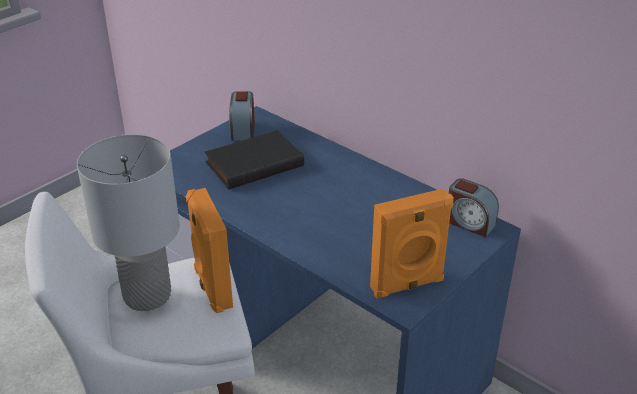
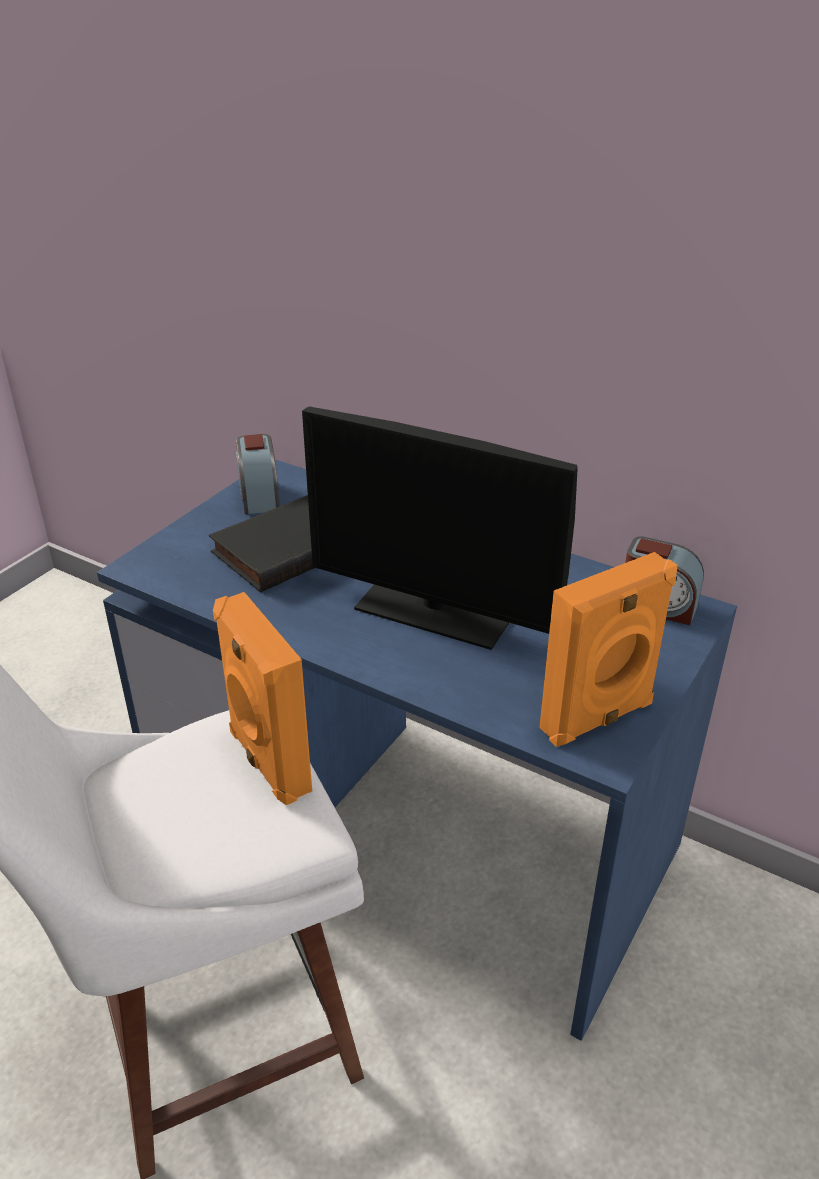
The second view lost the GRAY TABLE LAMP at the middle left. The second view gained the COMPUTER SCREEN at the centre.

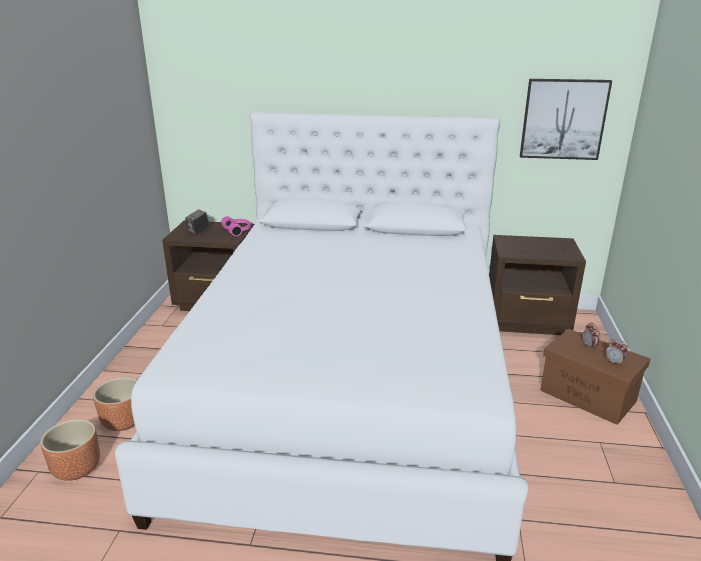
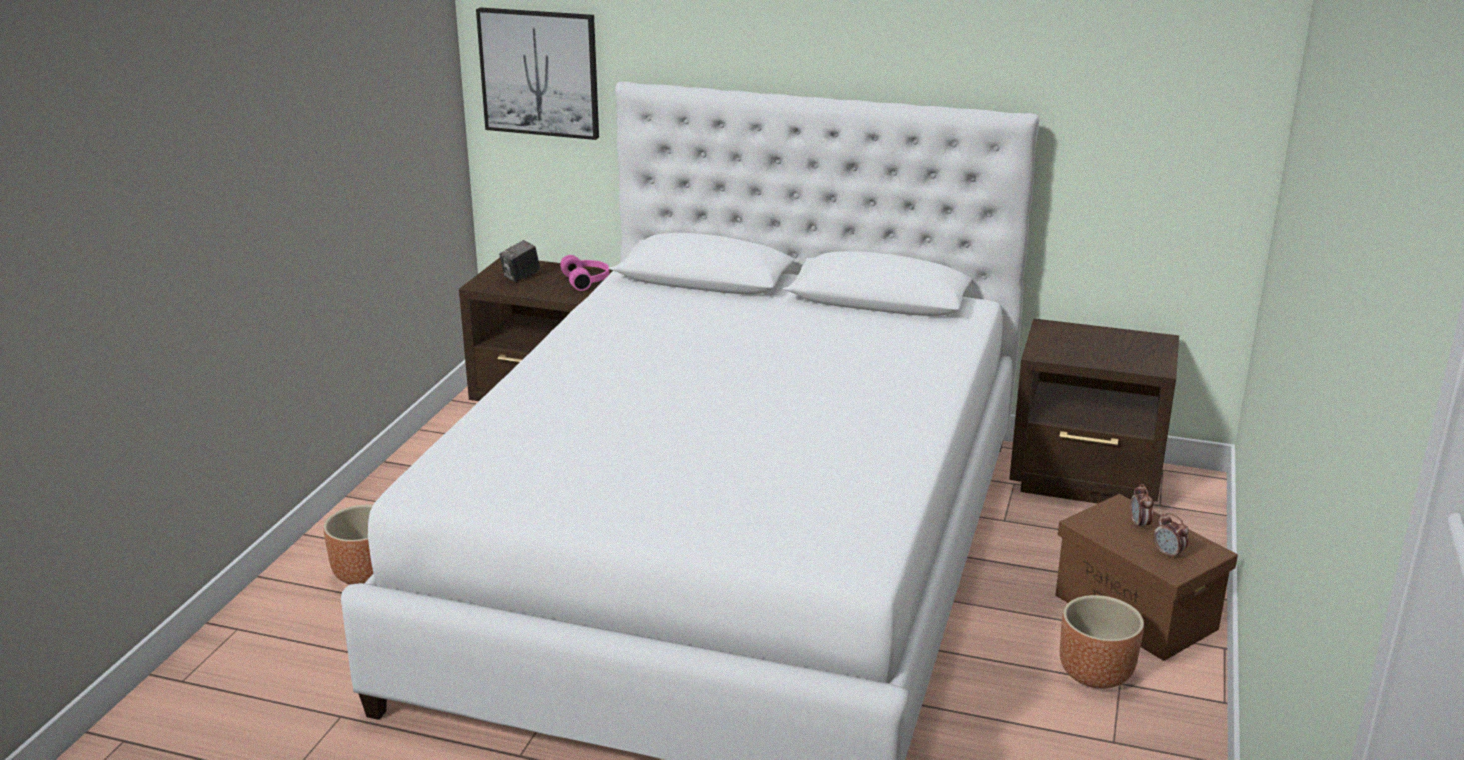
The BROWNISH FLOWER POT (no. 1 from left in the first image) ended up elsewhere, having gone from the bottom left to the bottom right. The PICTURE ended up elsewhere, having gone from the top right to the top centre.

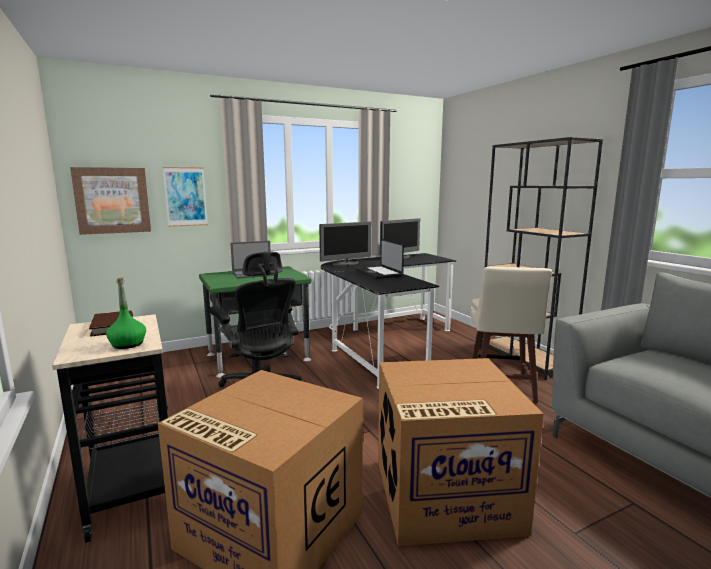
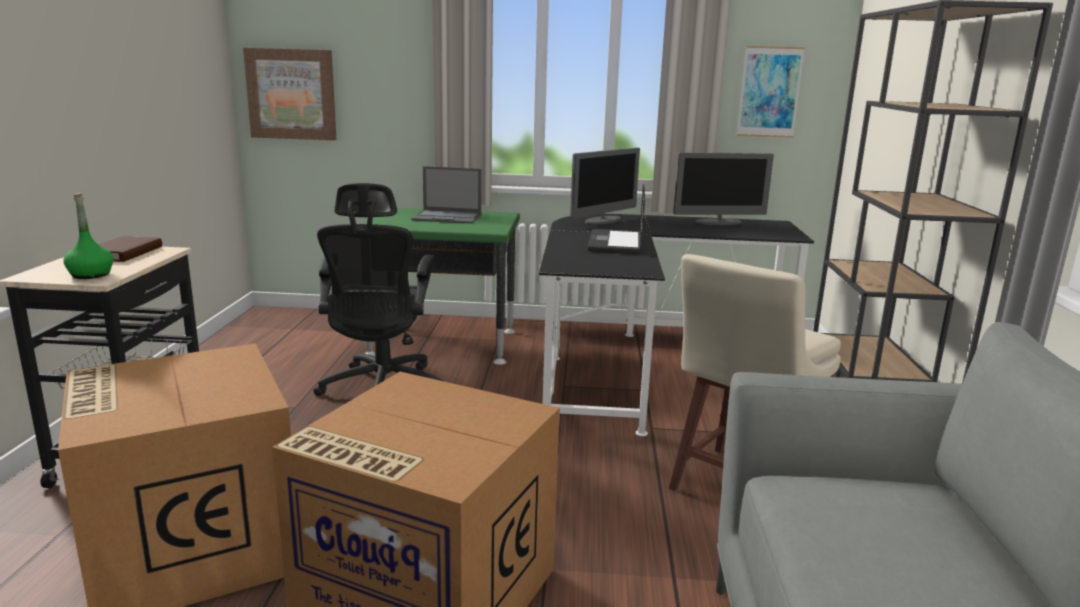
The PICTURE (no. 2 from left) ended up elsewhere, having gone from the middle left to the top right. The COMPUTER SCREEN (no. 1 from left) at the centre ended up facing another way, 45 degrees counterclockwise from before.

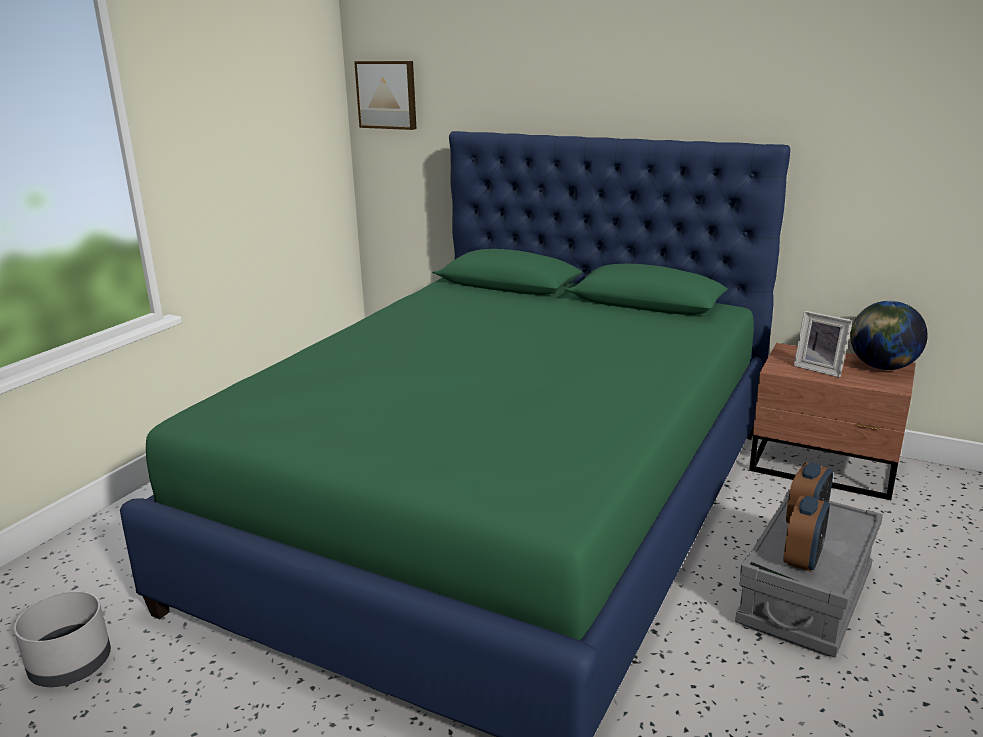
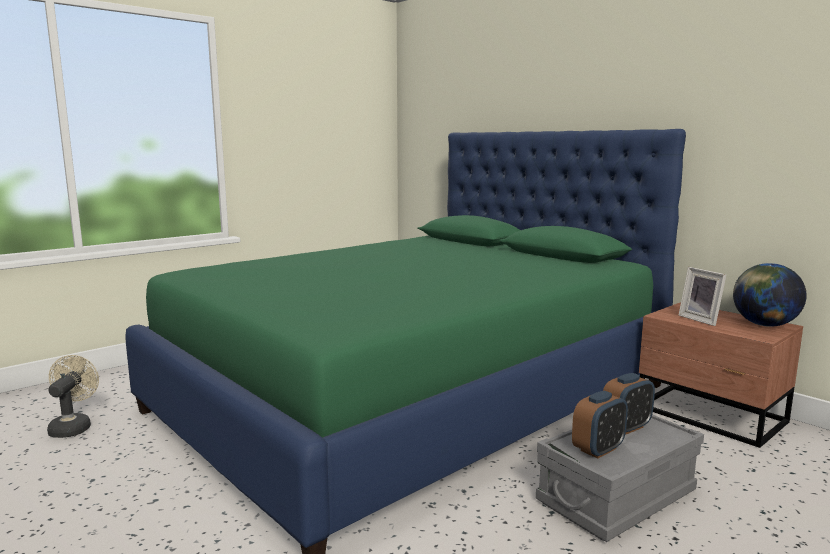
Where the GRAY FLOWER POT stood at the bottom left, the BEIGE-COLOURED COOLING FAN came to stand at the bottom left. The second view lost the PICTURE at the top centre.

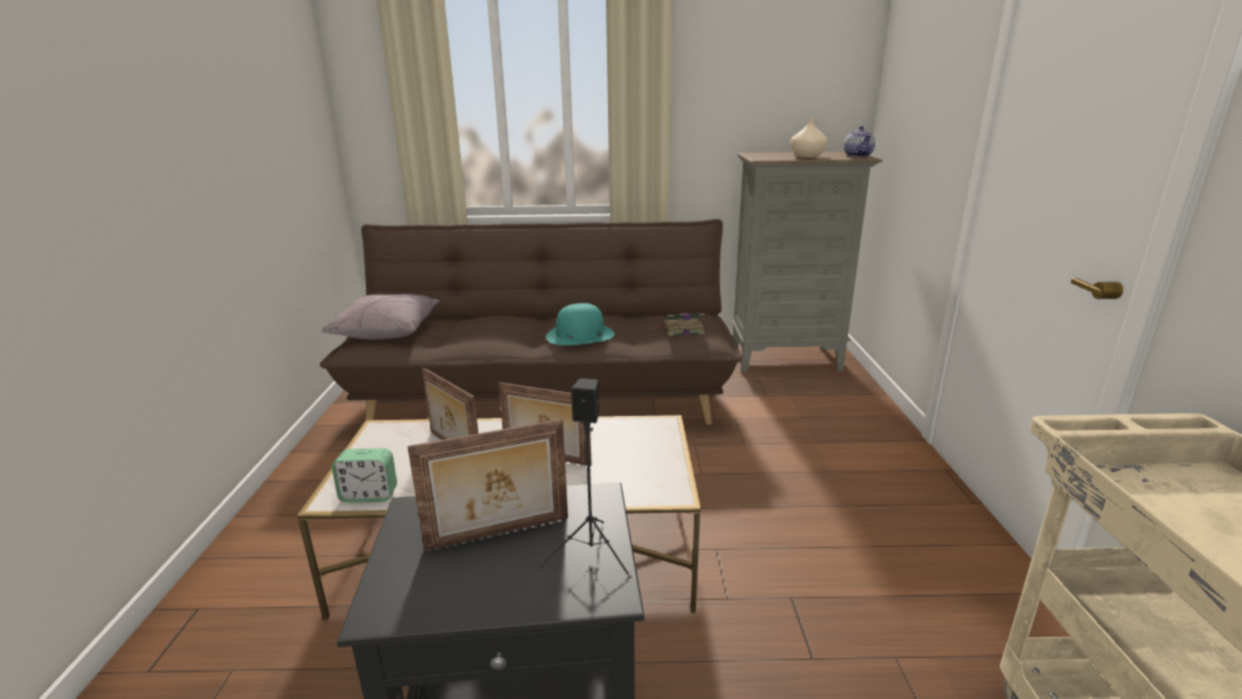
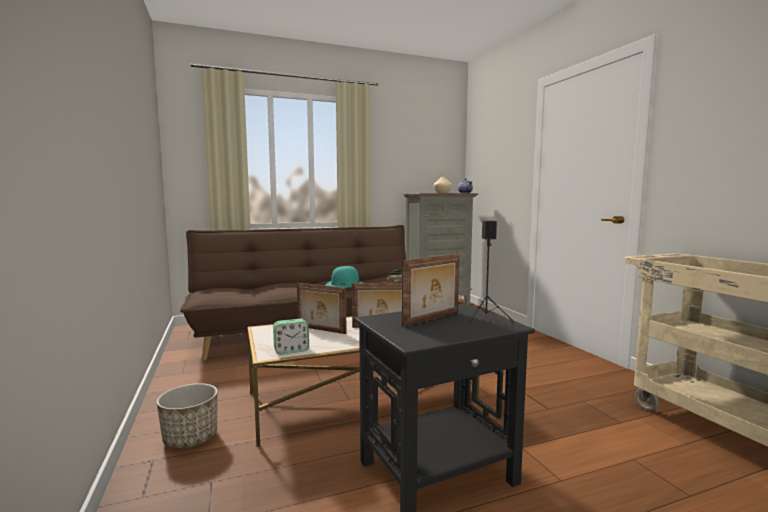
The second view lost the PURPLE PILLOW at the middle left. The second view gained the FLOWER POT at the bottom left.

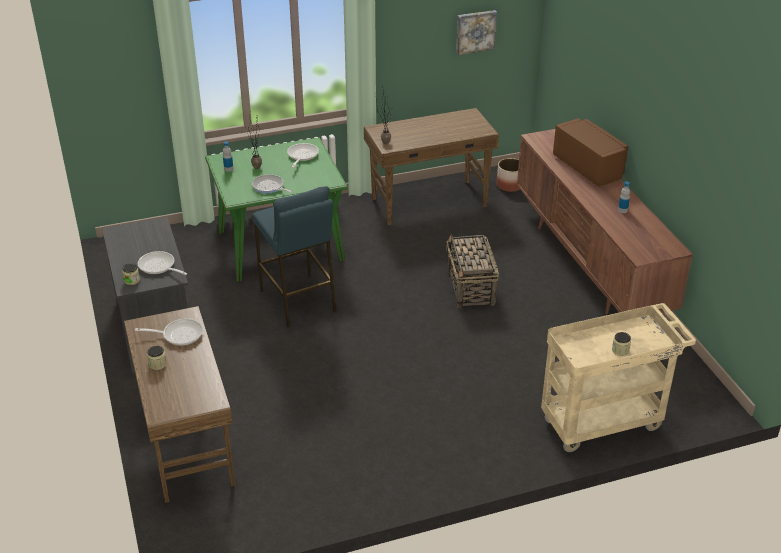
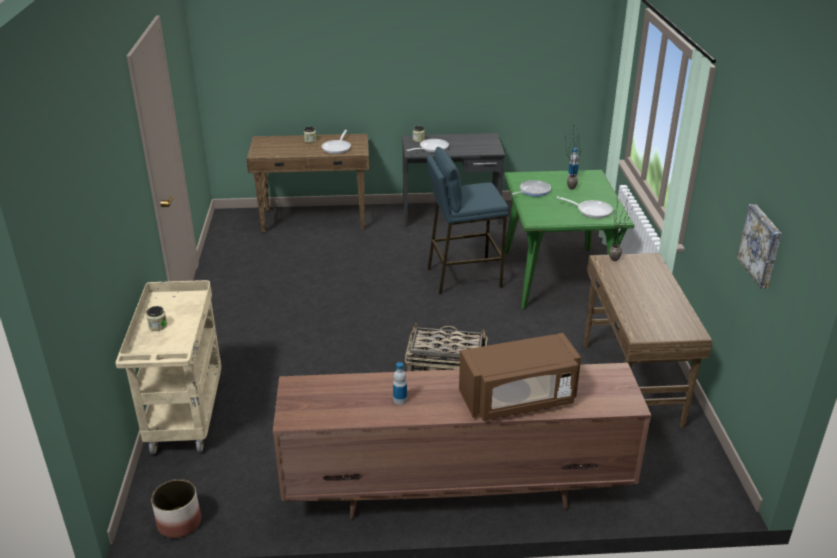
The FLOWER POT ended up elsewhere, having gone from the top centre to the bottom left.

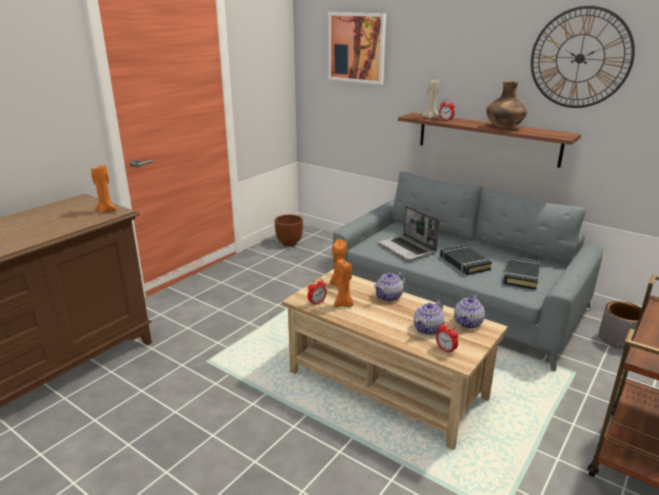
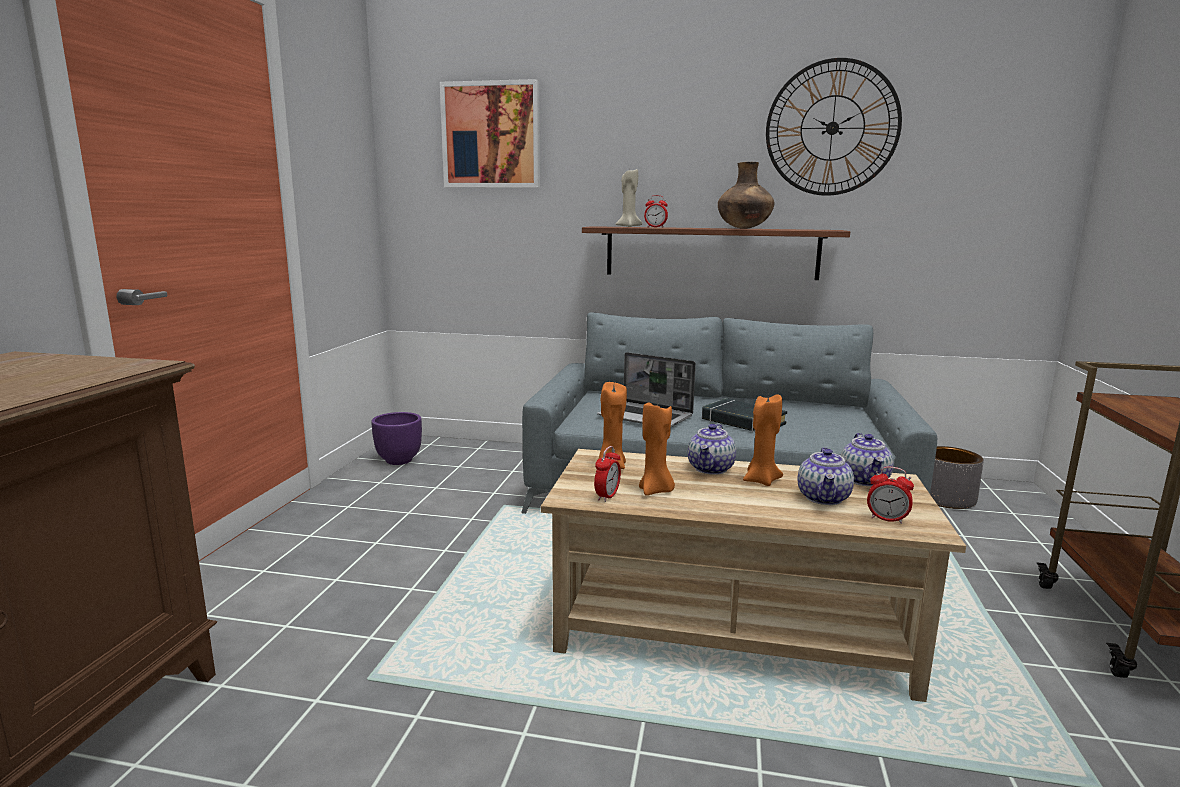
The ORANGE WAX CANDLE (no. 1 from left in the first image) ended up elsewhere, having gone from the middle left to the centre. What was the BROWNISH FLOWER POT at the centre turned into the PURPLE FLOWER POT at the centre. The second view lost the BLACK VOLUME (no. 2 from left) at the middle right.

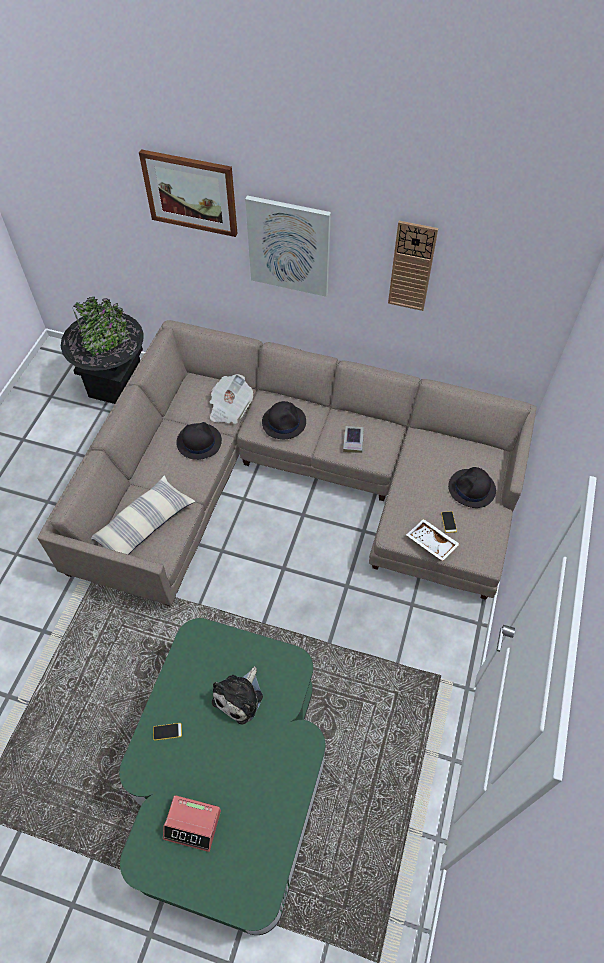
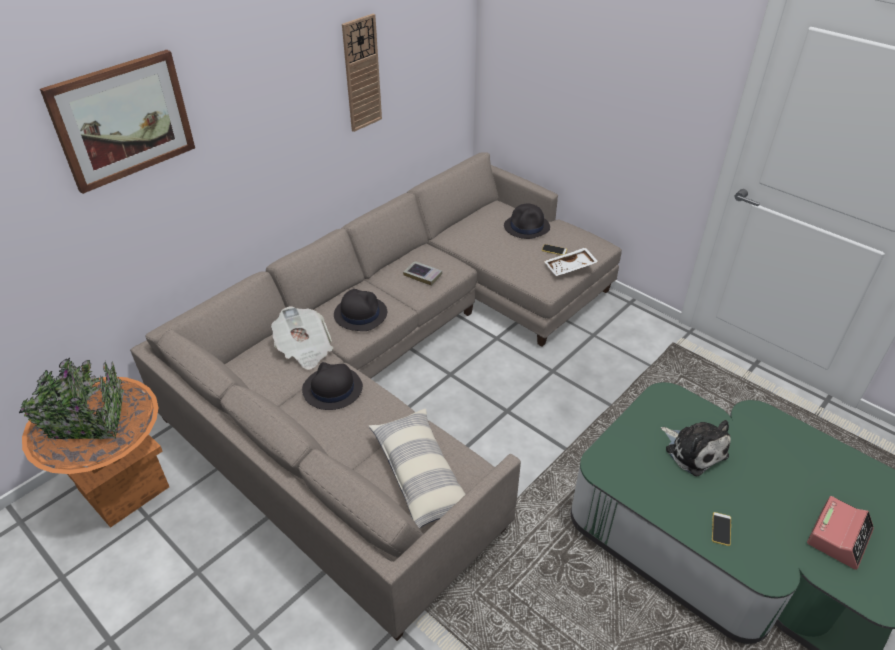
What was the BLACK FLOWER POT at the middle left turned into the ORANGE FLOWER POT at the bottom left. The second view lost the PICTURE (no. 2 from left) at the top centre.

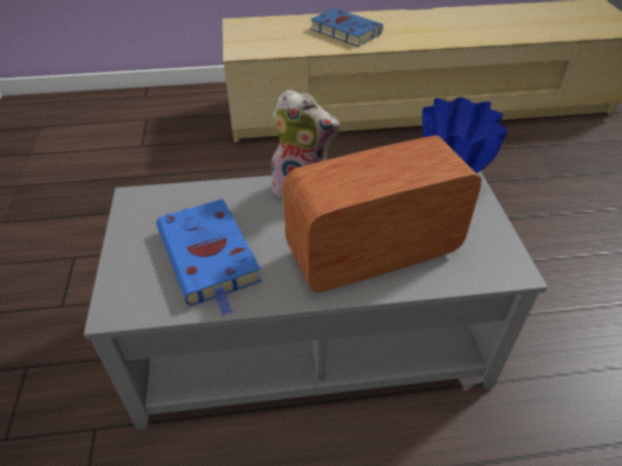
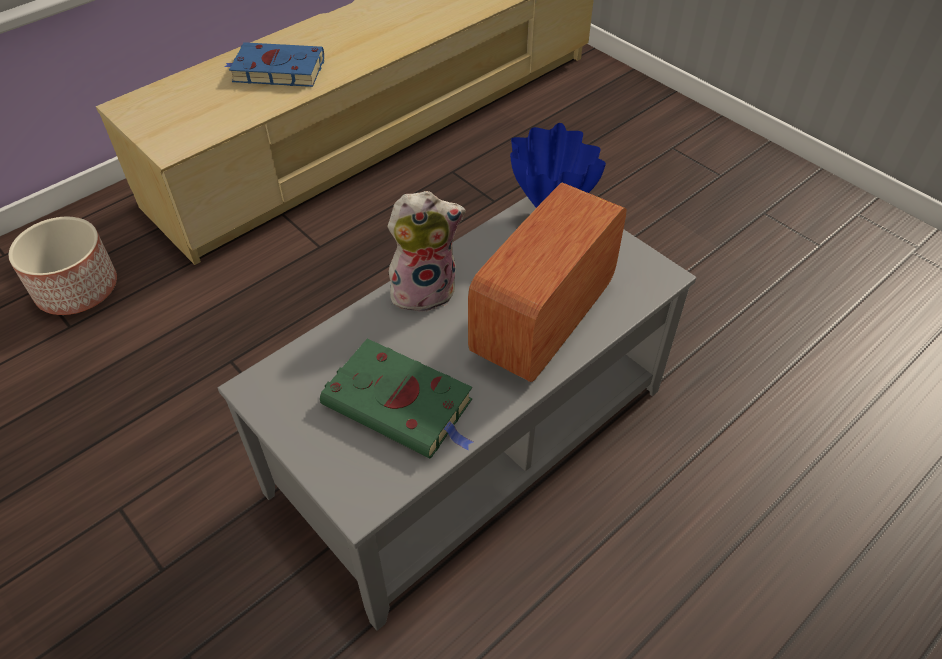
What was the BLUE VOLUME (no. 1 from left) at the centre turned into the GREENISH VOLUME at the centre. The second view gained the FLOWER POT at the middle left.

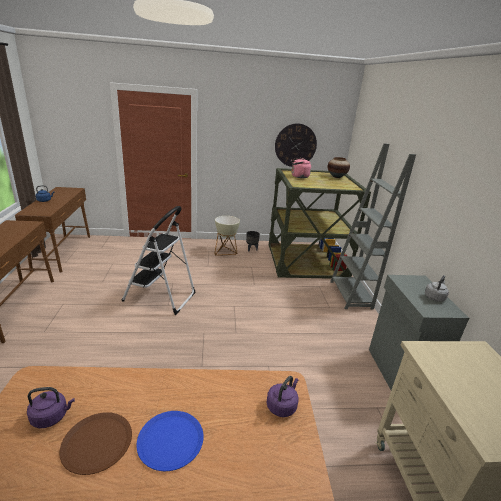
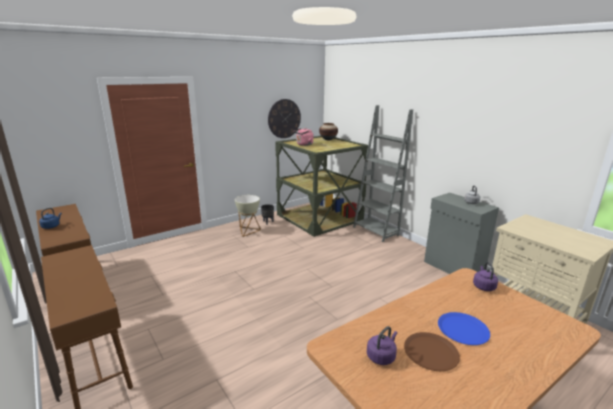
The second view lost the STEP STOOL at the middle left.

